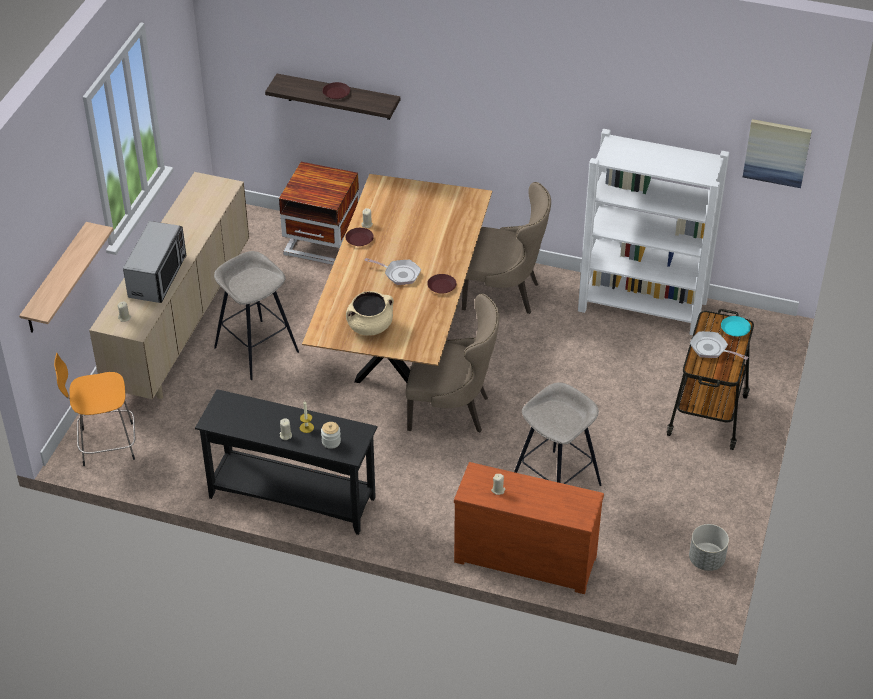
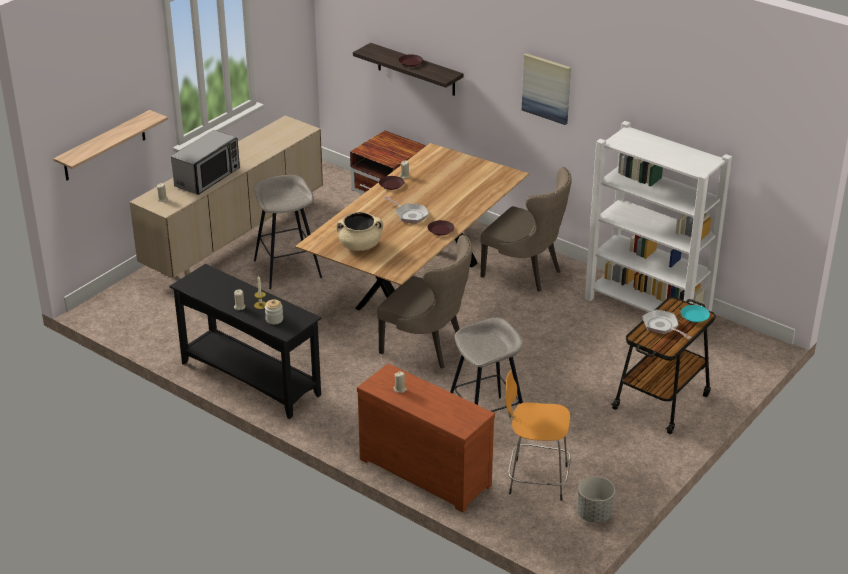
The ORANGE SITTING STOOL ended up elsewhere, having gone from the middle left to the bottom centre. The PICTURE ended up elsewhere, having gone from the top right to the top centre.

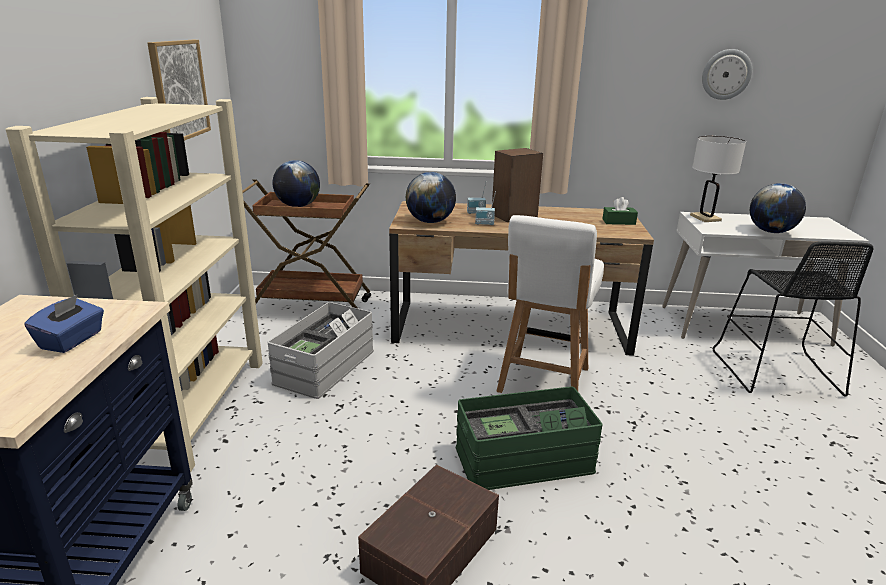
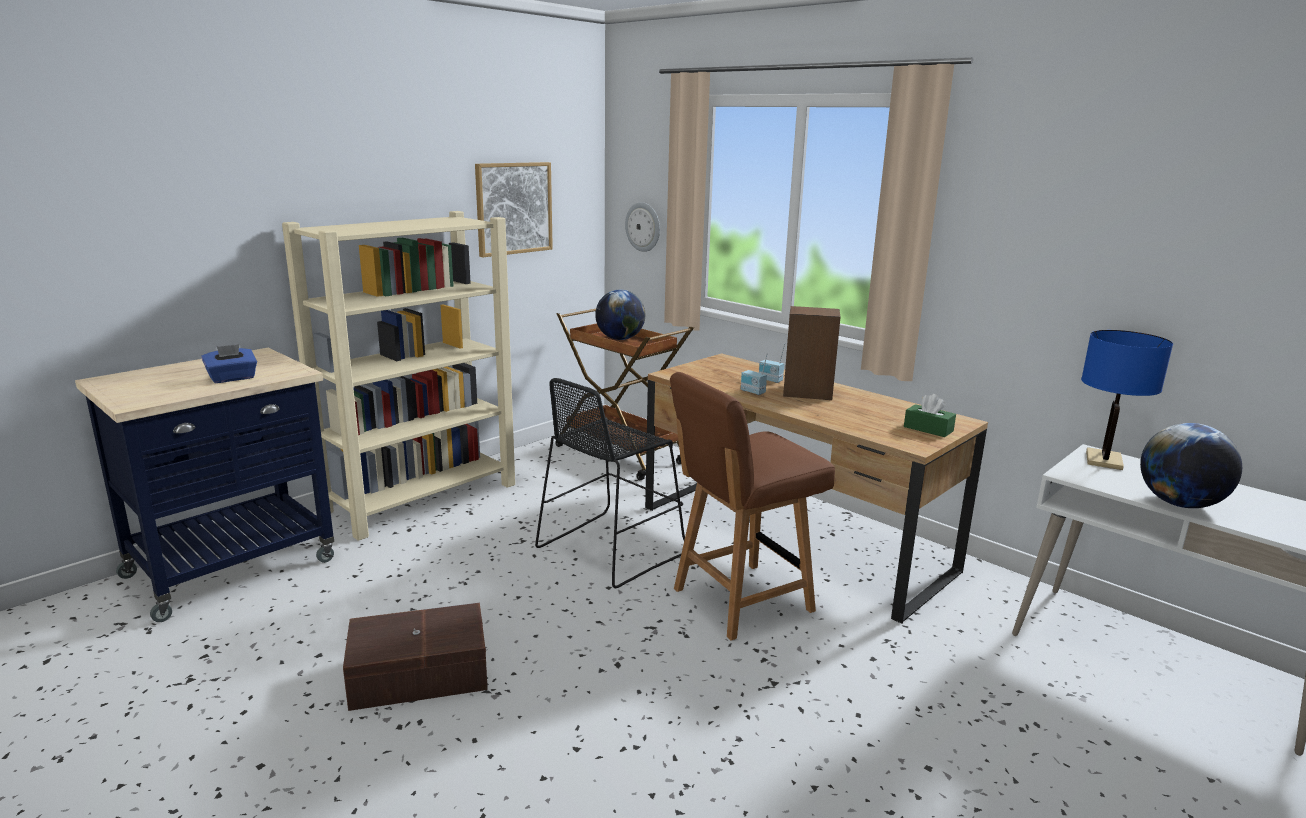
The second view lost the GRAY STORAGE BIN at the centre. The second view lost the DESK GLOBE (no. 2 from left) at the centre. The second view lost the GREENISH STORAGE BIN at the bottom centre. What was the WHITE UPRIGHT CHAIR at the centre turned into the BROWNISH UPRIGHT CHAIR at the centre. What was the WHITE TABLE LAMP at the top right turned into the BLUE TABLE LAMP at the middle right. The HANGING CLOCK ended up elsewhere, having gone from the top right to the top centre. The BLACK SITTING STOOL ended up elsewhere, having gone from the middle right to the centre.

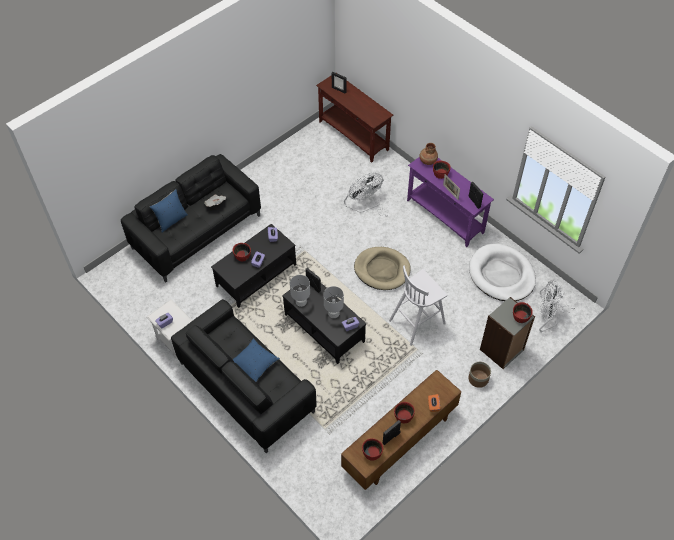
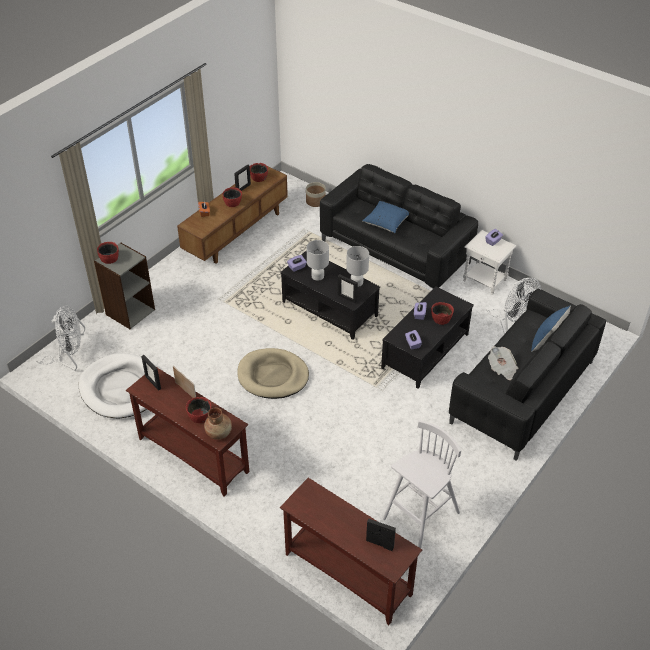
The WHITE COOLING FAN (no. 1 from left in the first image) ended up elsewhere, having gone from the centre to the middle right. The WHITE SITTING STOOL ended up elsewhere, having gone from the centre to the bottom centre. What was the PURPLE NARROW TABLE at the middle right turned into the BROWNISH NARROW TABLE (no. 1 from left) at the middle left. The FLOWER POT ended up elsewhere, having gone from the bottom right to the top centre.

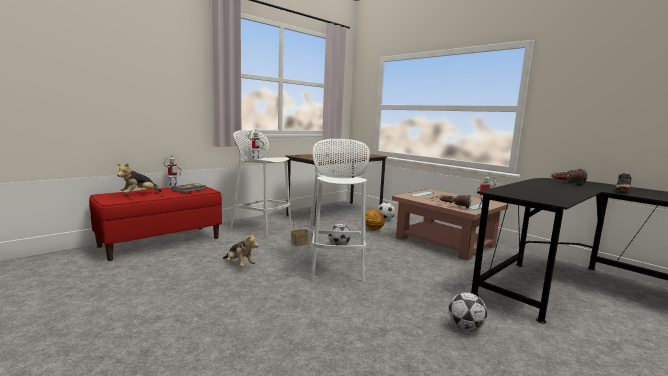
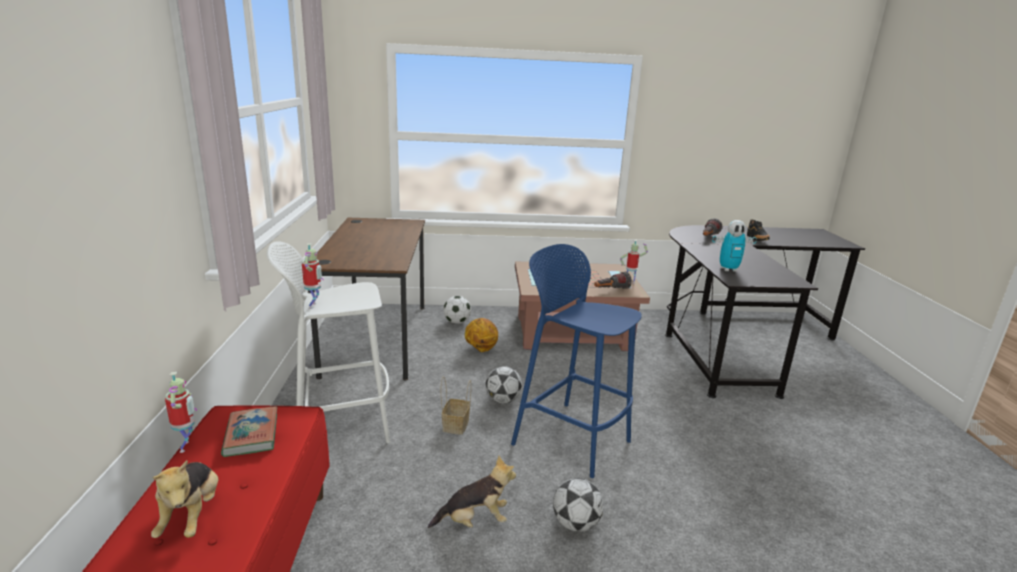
What was the WHITE SITTING STOOL (no. 2 from left) at the centre turned into the BLUE SITTING STOOL at the centre. The BALL FOR FOOTBALL (no. 3 from left) ended up elsewhere, having gone from the bottom right to the bottom centre. The second view gained the MODEL ROBOT (no. 4 from left) at the middle right.

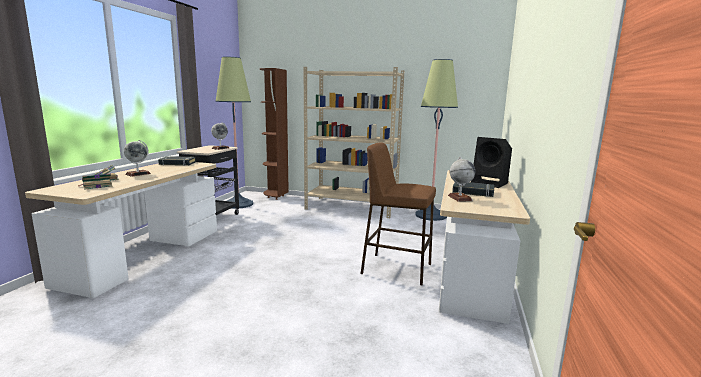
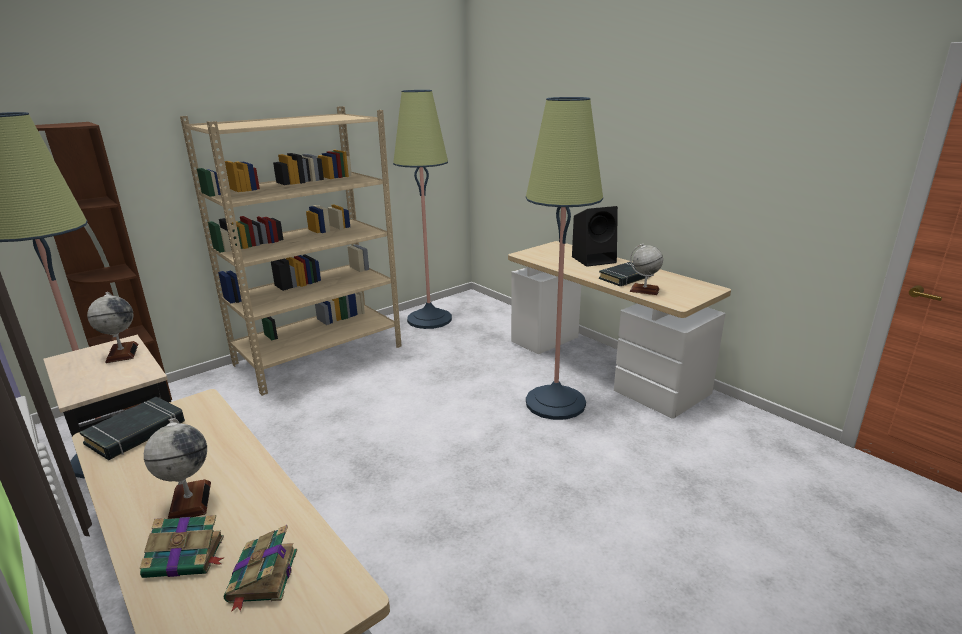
Where the BROWNISH SITTING STOOL stood at the centre, the FLOOR LAMP (no. 3 from left) came to stand at the centre.

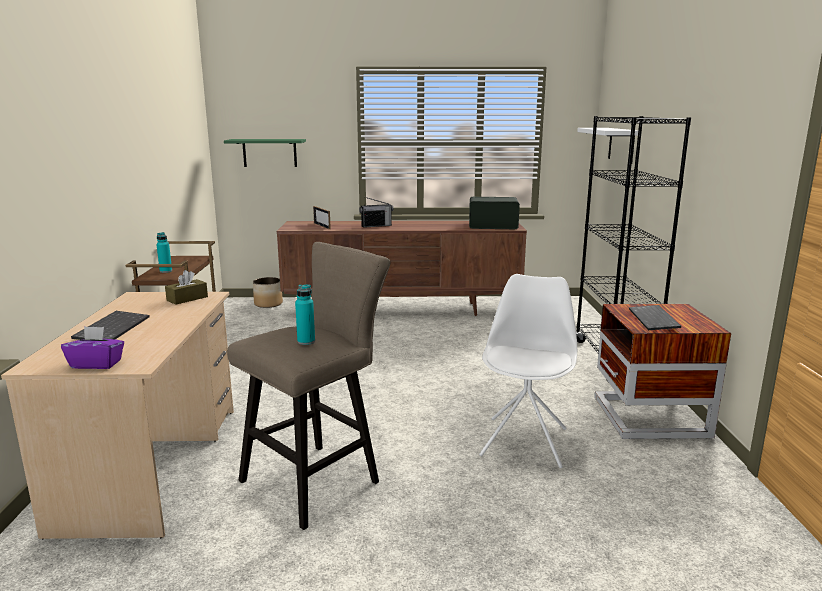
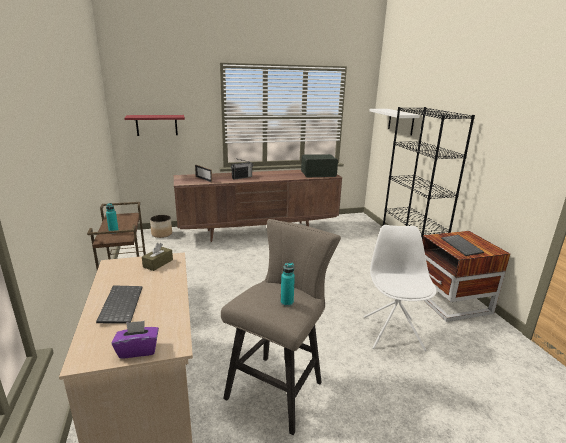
What was the GREENISH WALL SHELF at the top left turned into the RED-COLOURED WALL SHELF at the top left.

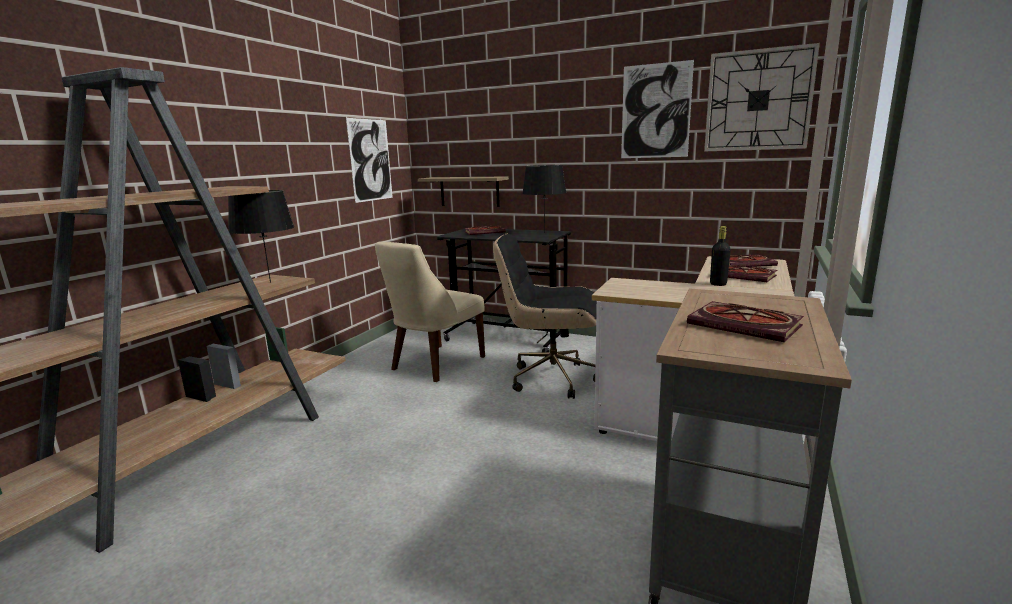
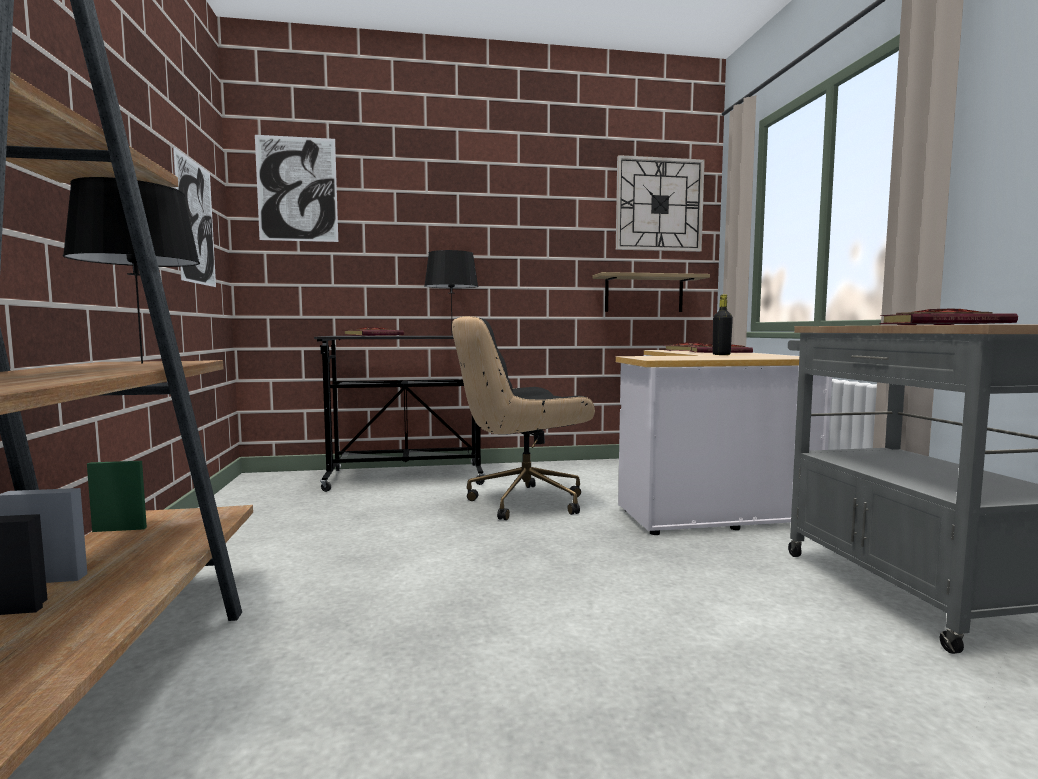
The second view lost the BEIGE-COLOURED UPRIGHT CHAIR at the centre. The WALL SHELF ended up elsewhere, having gone from the top centre to the centre. The PICTURE (no. 2 from left) ended up elsewhere, having gone from the top centre to the top left.

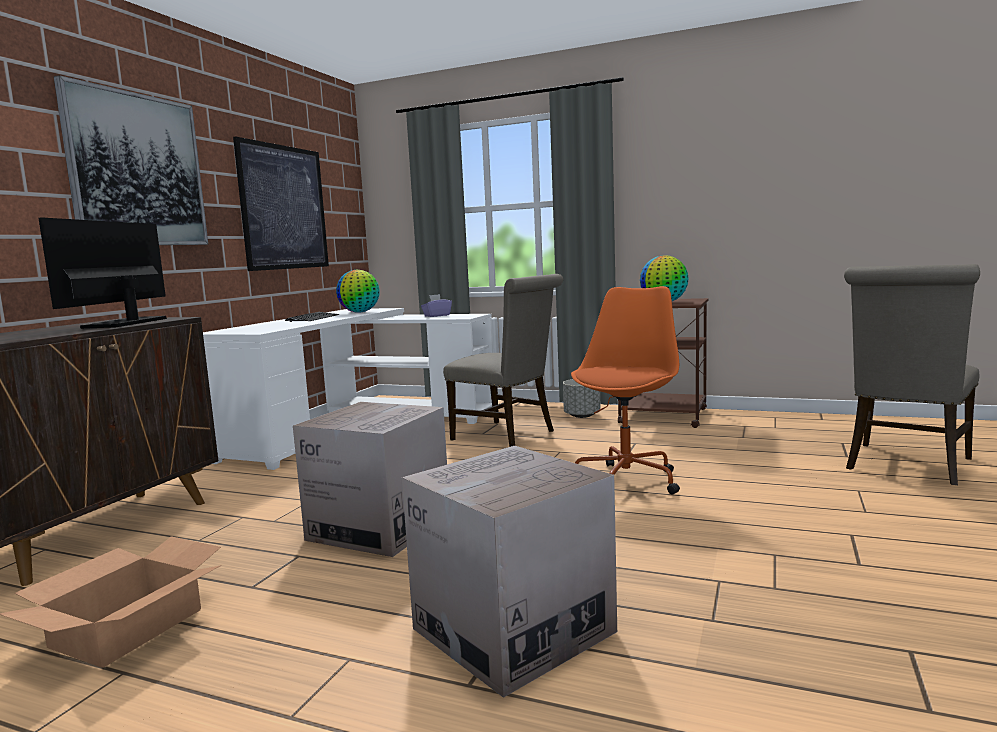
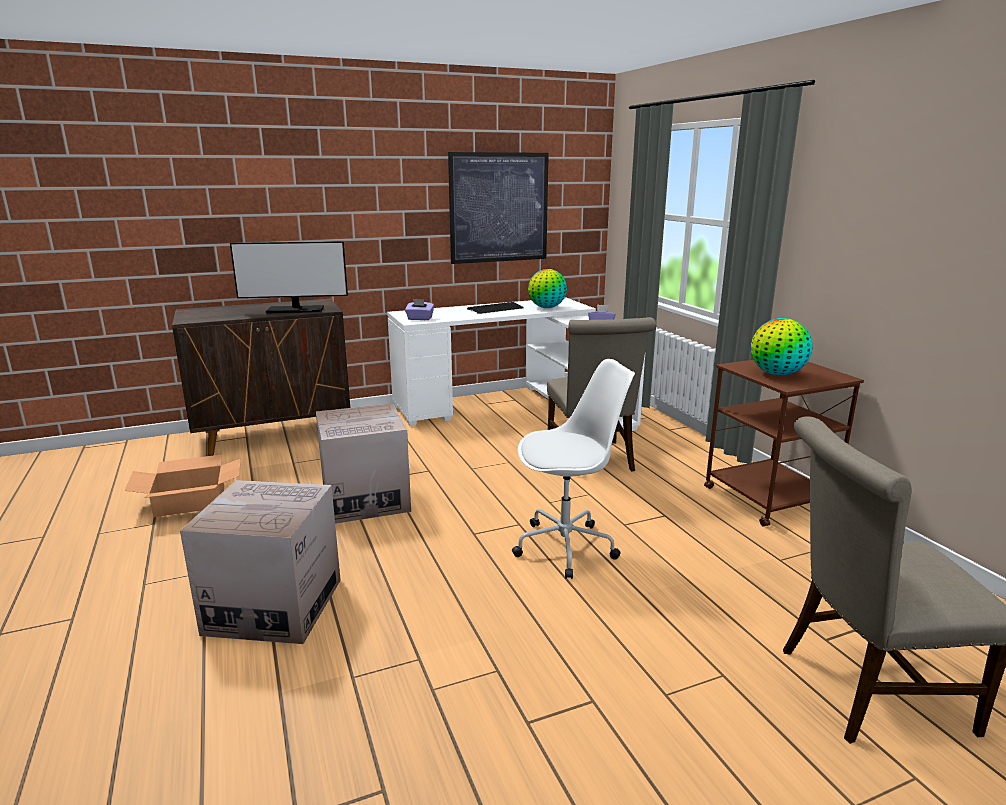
The COMPUTER SCREEN at the middle left ended up facing another way, 150 degrees counterclockwise from before. The second view lost the PICTURE (no. 1 from left) at the top left. The second view lost the GRAY FLOWER POT at the centre. What was the ORANGE OFFICE CHAIR at the centre turned into the WHITE OFFICE CHAIR at the centre. The second view gained the PURPLE TISSUE BOX (no. 1 from left) at the centre.

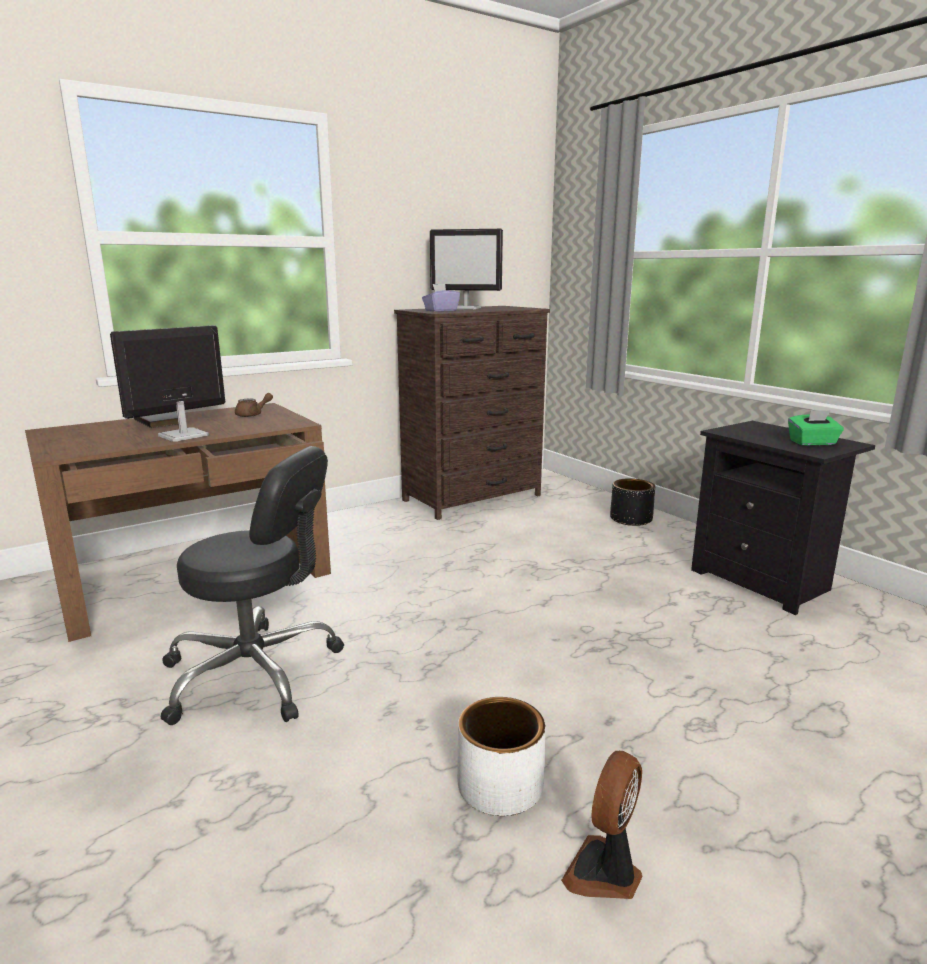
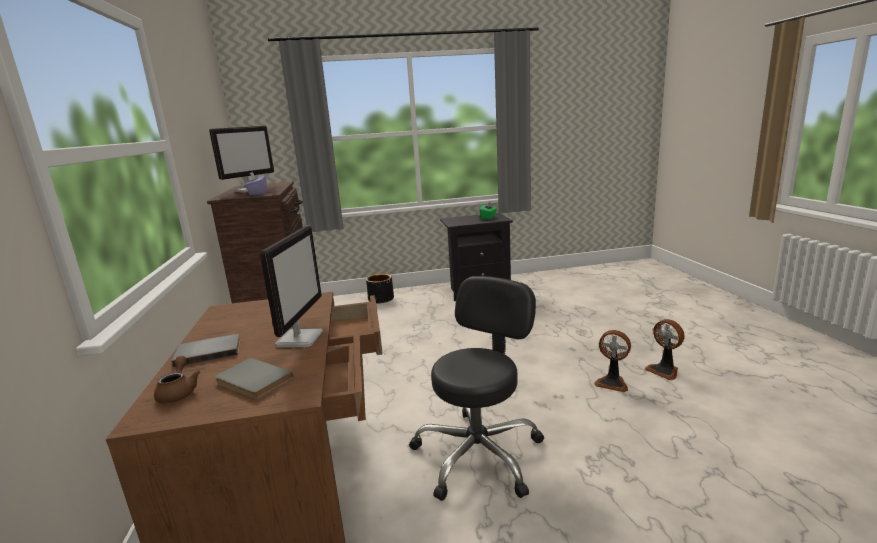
The COMPUTER SCREEN (no. 1 from left in the first image) at the middle left ended up facing another way, 150 degrees counterclockwise from before. The BROWNISH TEA POT ended up elsewhere, having gone from the middle left to the bottom left. Where the WHITE FLOWER POT stood at the bottom centre, the COOLING FAN (no. 1 from left) came to stand at the middle right. The second view gained the GRAY VOLUME (no. 2 from left) at the bottom left.

